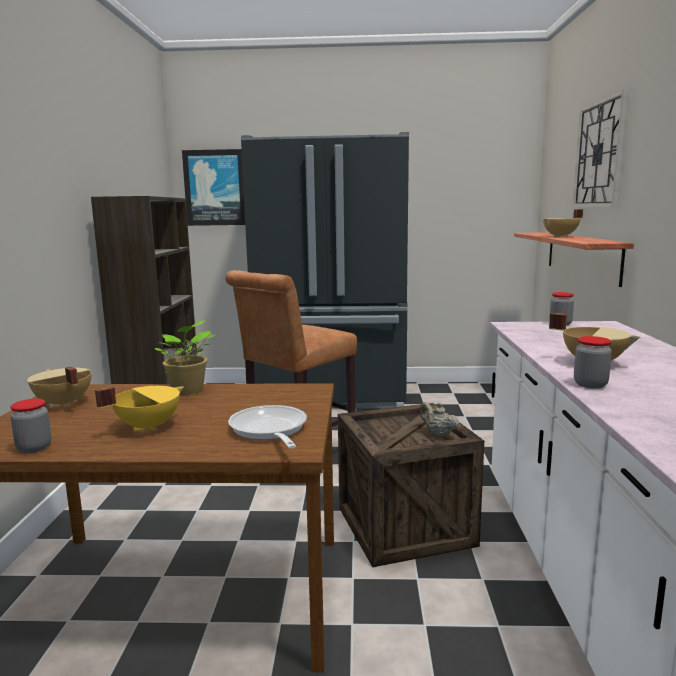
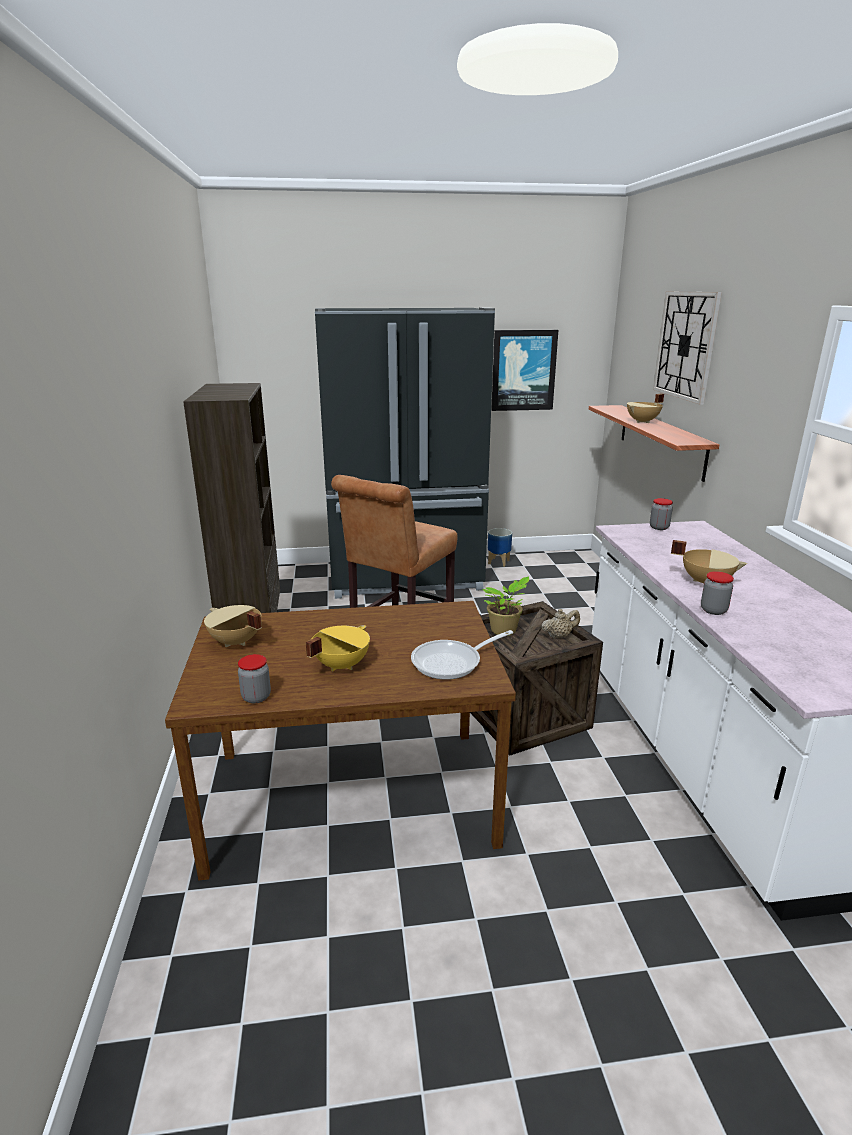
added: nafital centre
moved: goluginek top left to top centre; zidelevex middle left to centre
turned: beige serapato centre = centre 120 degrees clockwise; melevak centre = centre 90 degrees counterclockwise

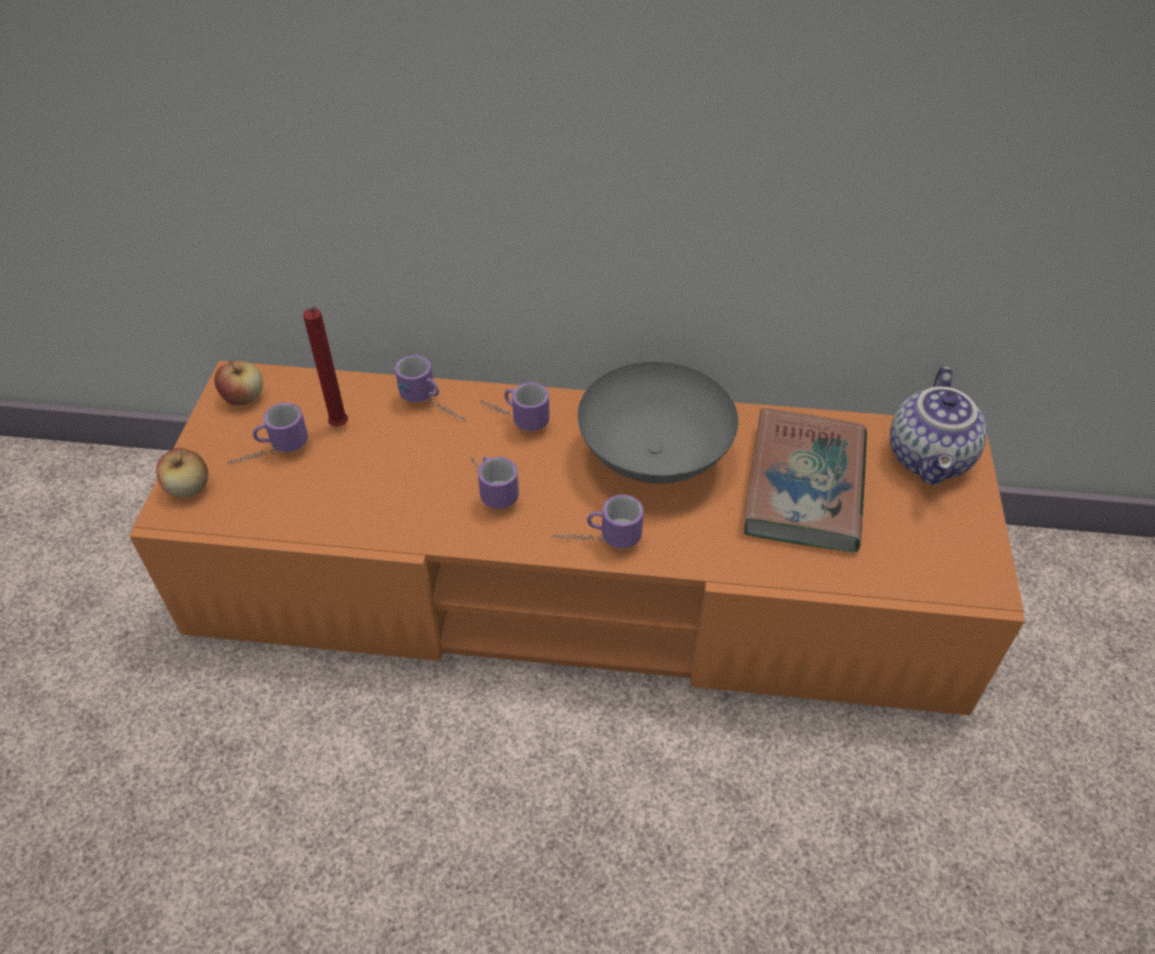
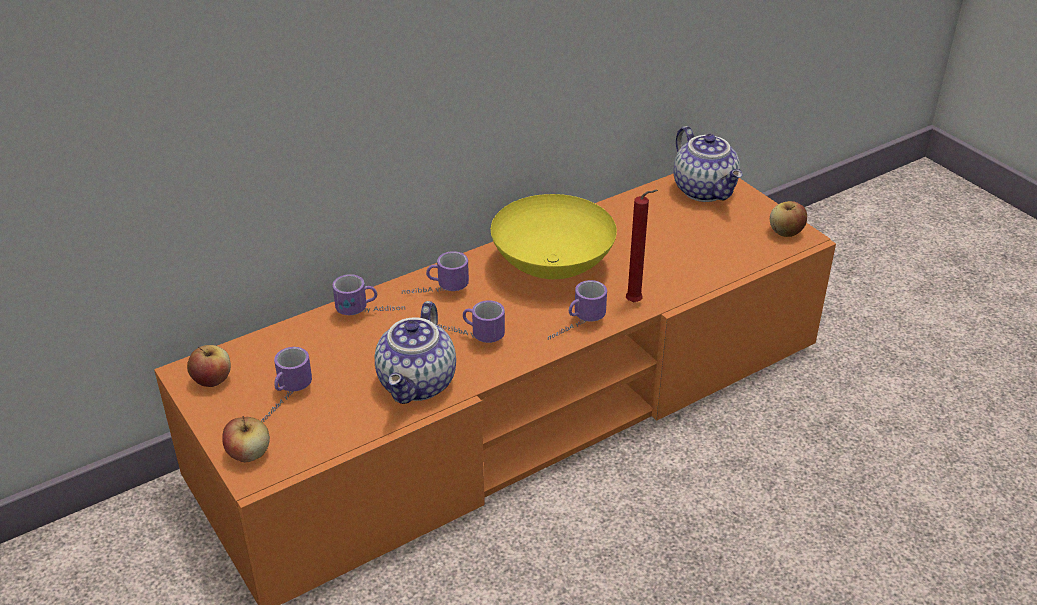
removed: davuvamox middle right
added: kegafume (3rd from left) middle right; serapato (1st from left) centre
moved: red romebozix middle left to centre
recoloured: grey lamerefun centre to yellow lamerefun centre

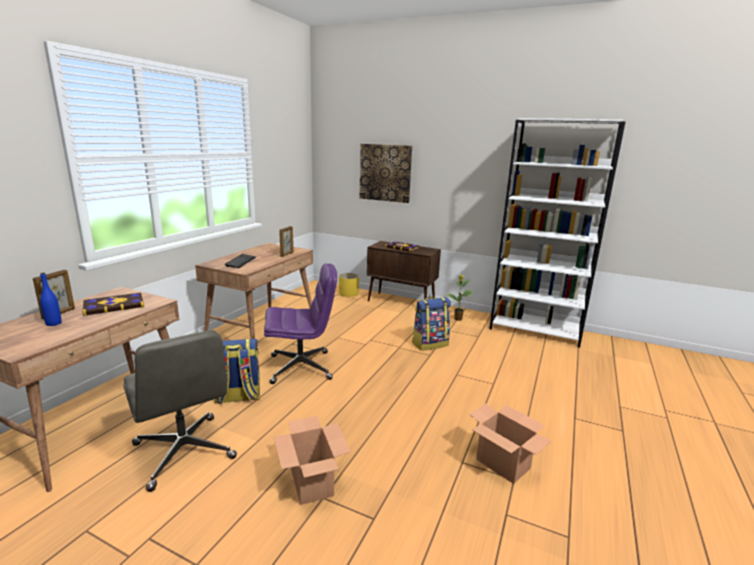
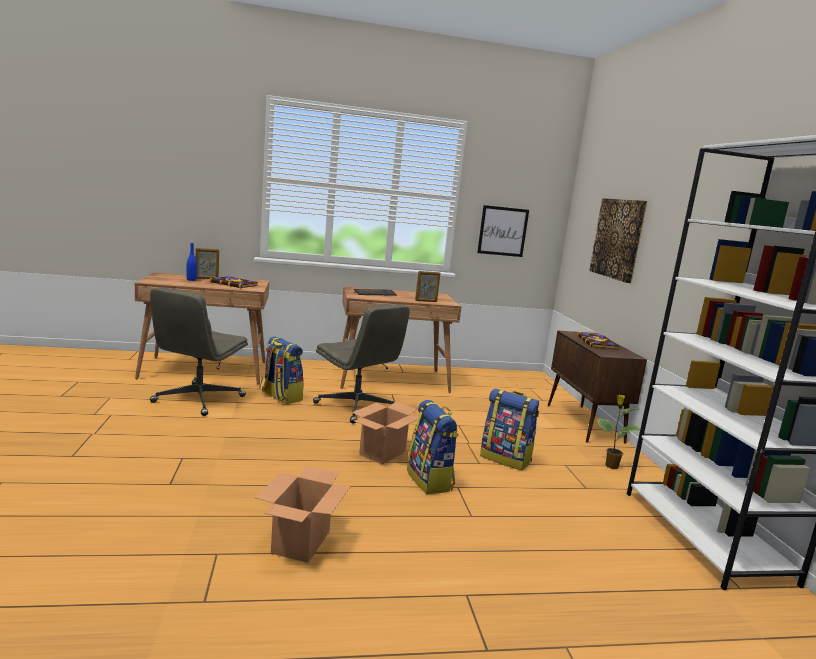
removed: yellow nafital centre
added: goluginek (1st from left) centre; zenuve (2nd from left) bottom centre
moved: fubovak (1st from left in the first image) bottom centre to fubovak (2nd from left) centre
recoloured: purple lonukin centre to grey lonukin (2nd from left) centre

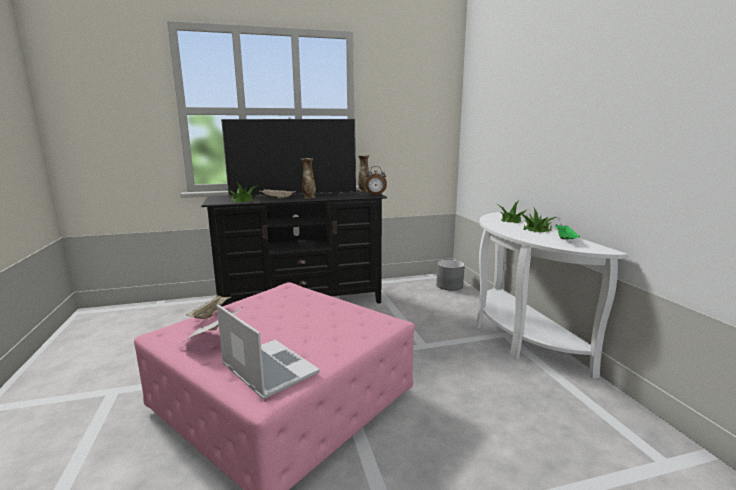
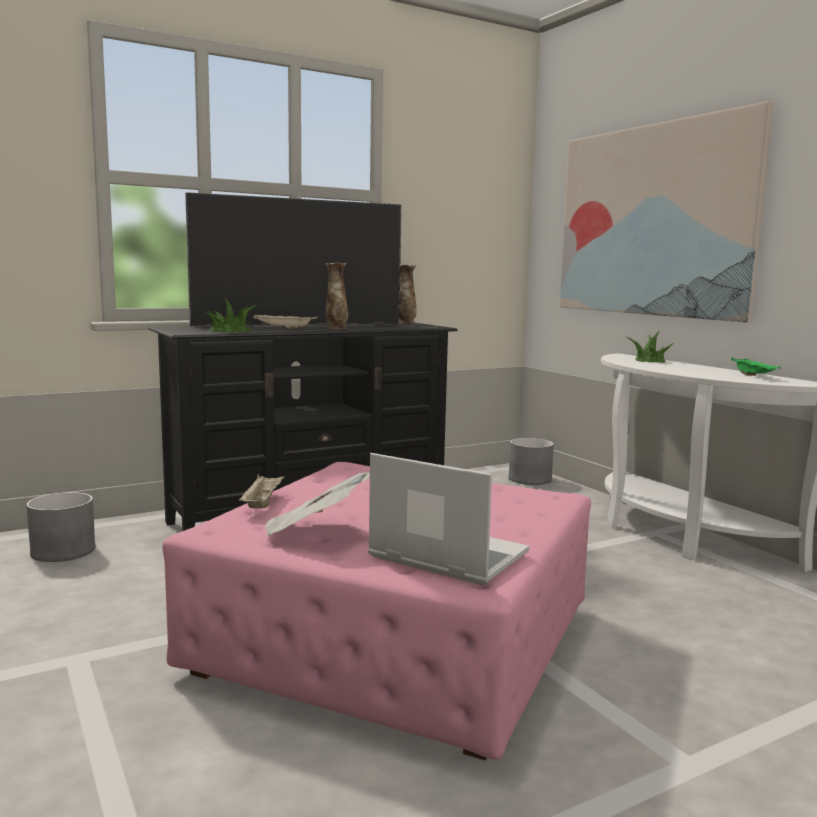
removed: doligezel centre; zidelevex (3rd from left) middle right
added: goluginek top right; grey nafital (1st from left) middle left

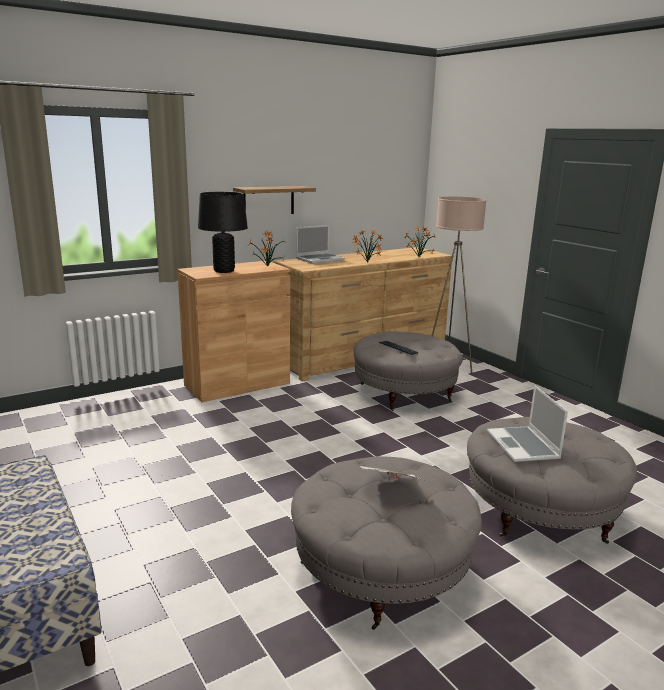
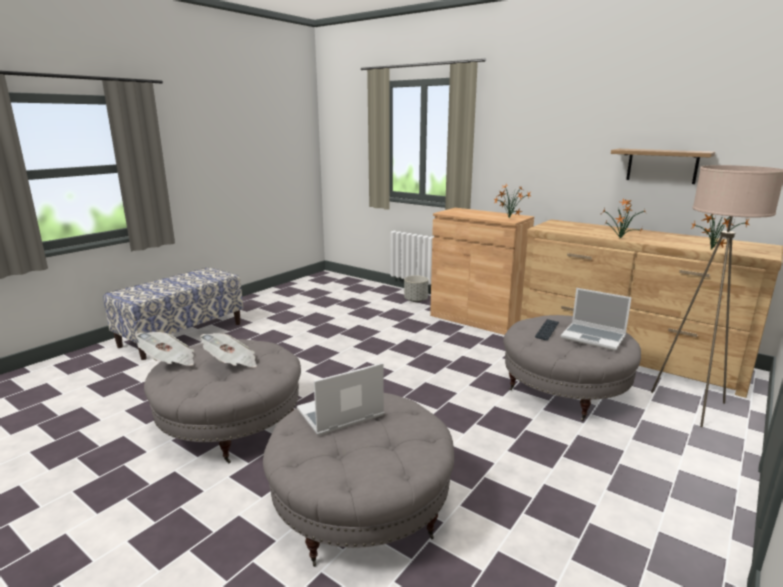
removed: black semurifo centre
added: grey nafital centre; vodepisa (1st from left) middle left
moved: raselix top centre to top right; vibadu (1st from left in the first image) centre to vibadu (2nd from left) middle right

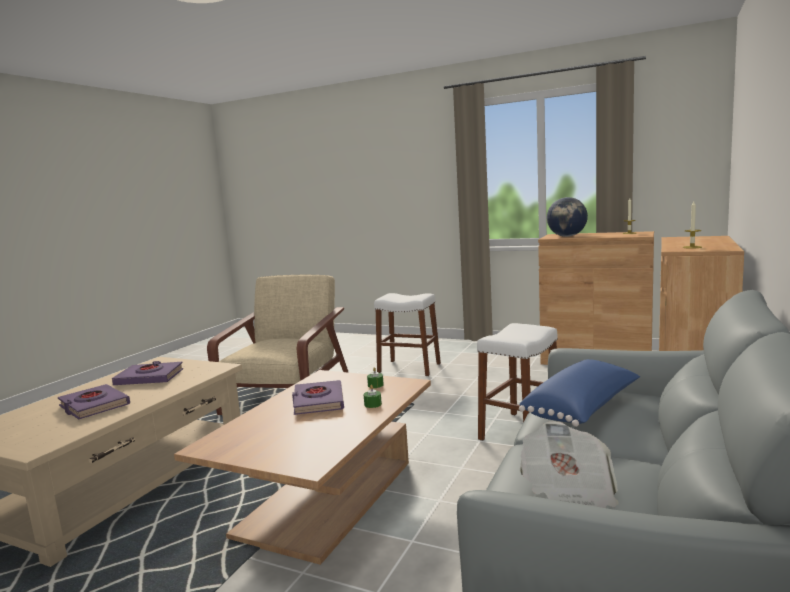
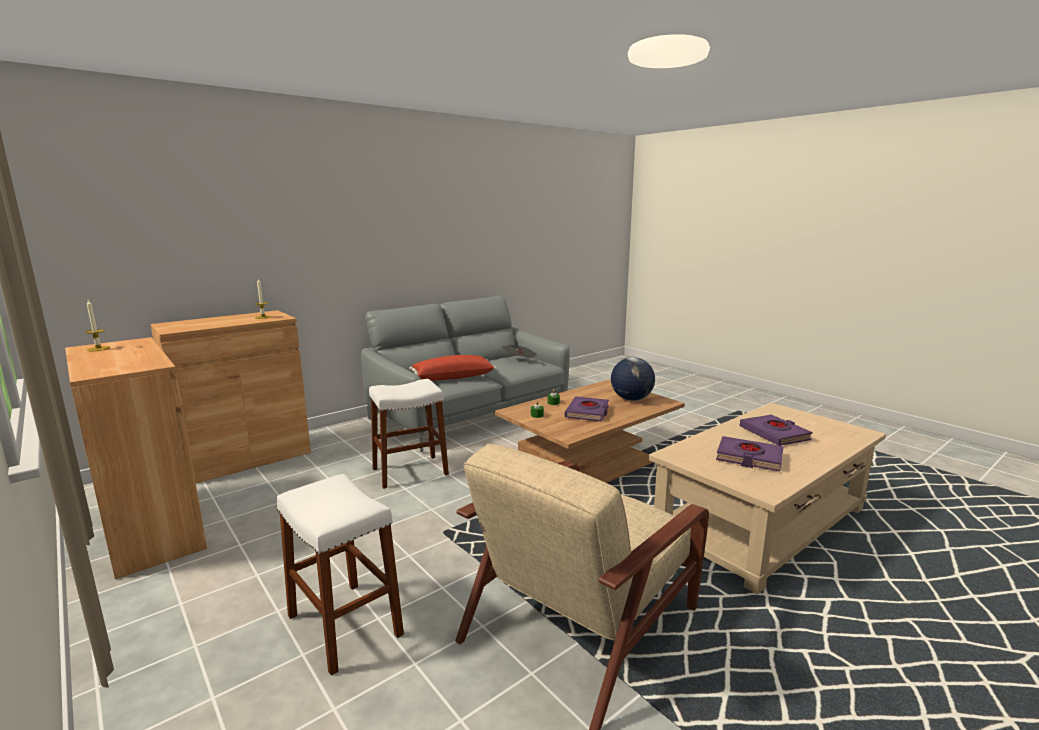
moved: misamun middle right to centre
recoloured: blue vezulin middle right to red vezulin centre

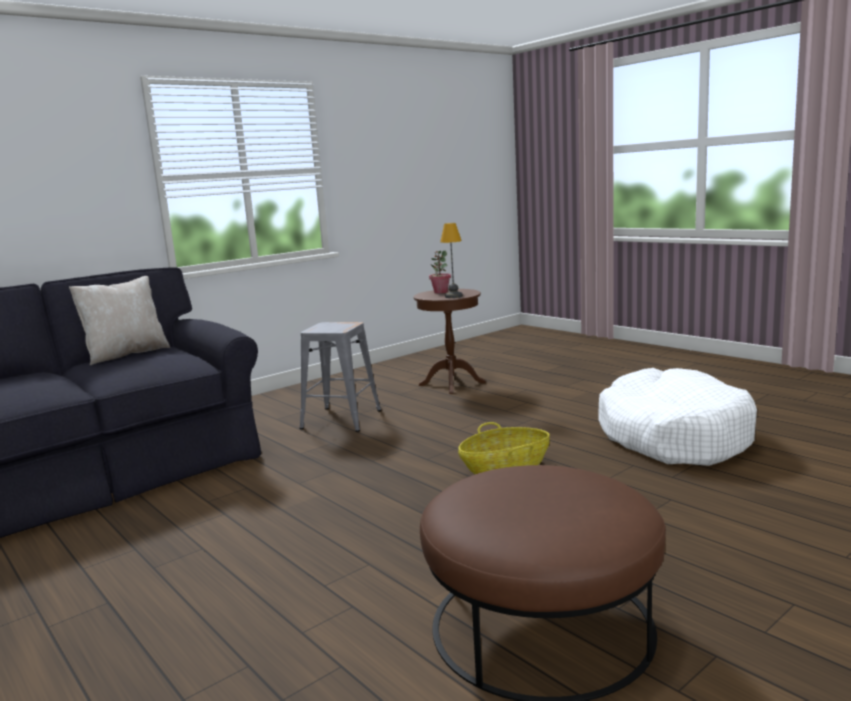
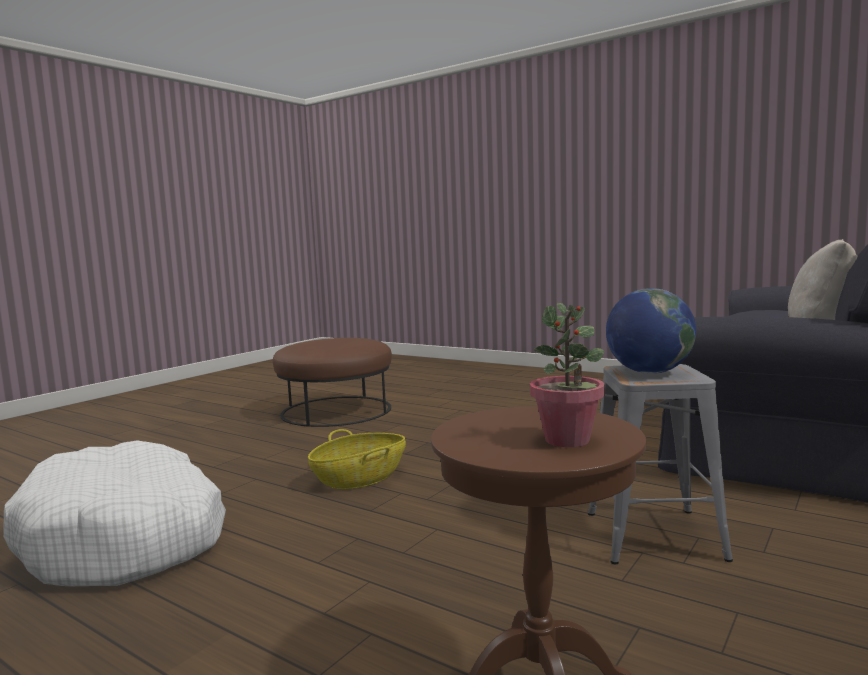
removed: semurifo centre
added: misamun middle right

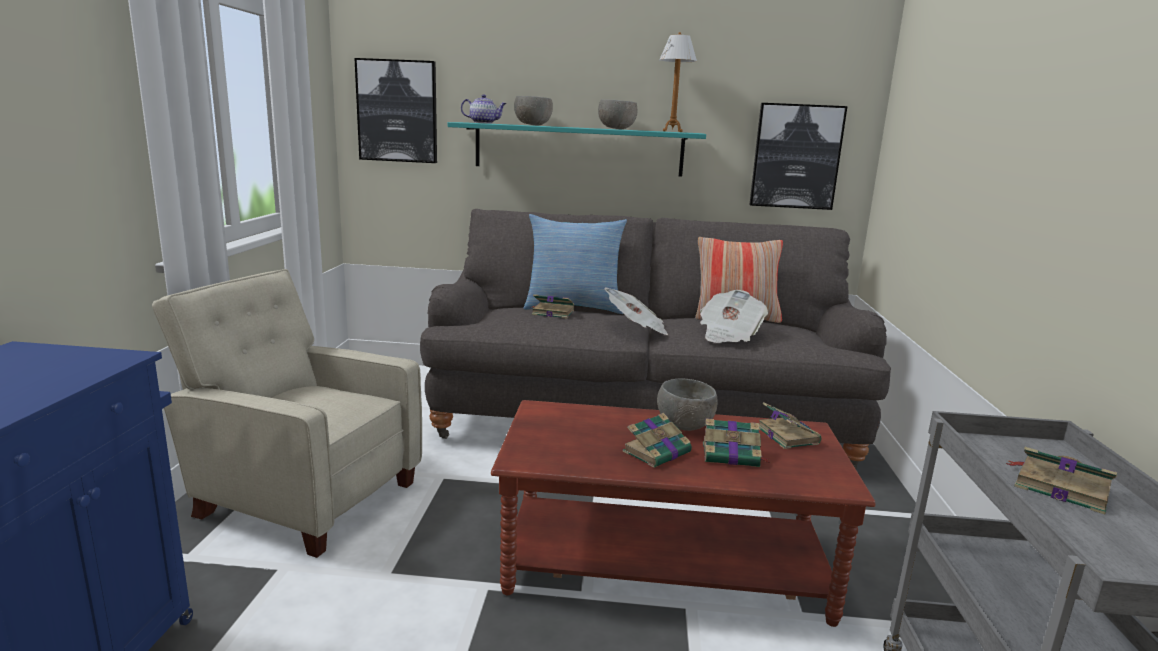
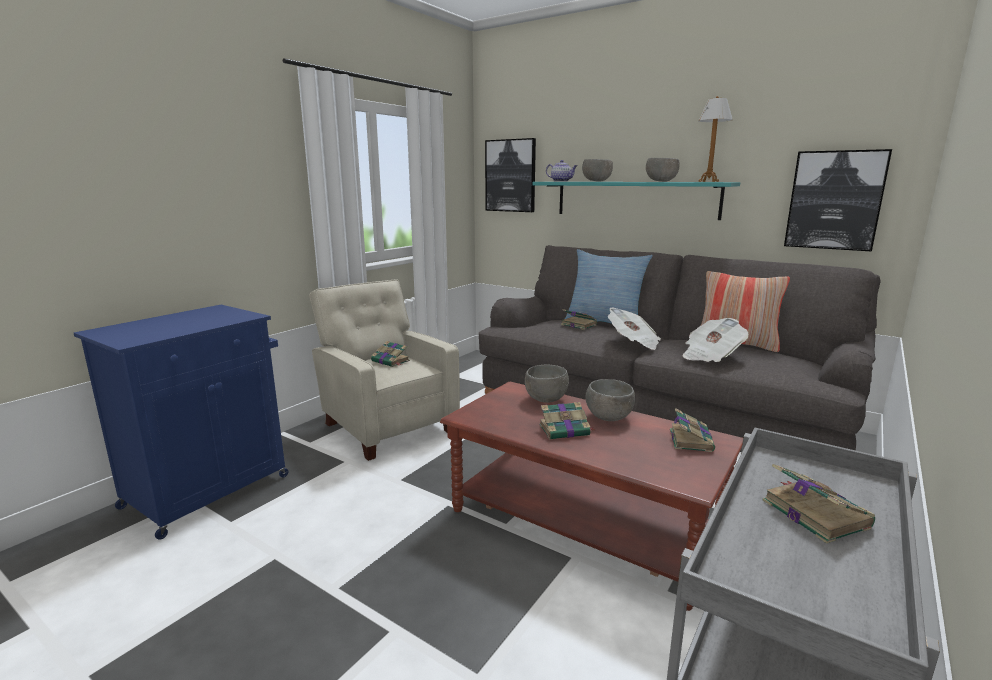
added: grey lamerefun (1st from left) centre
moved: davuvamox (3rd from left in the first image) bottom centre to davuvamox (1st from left) centre

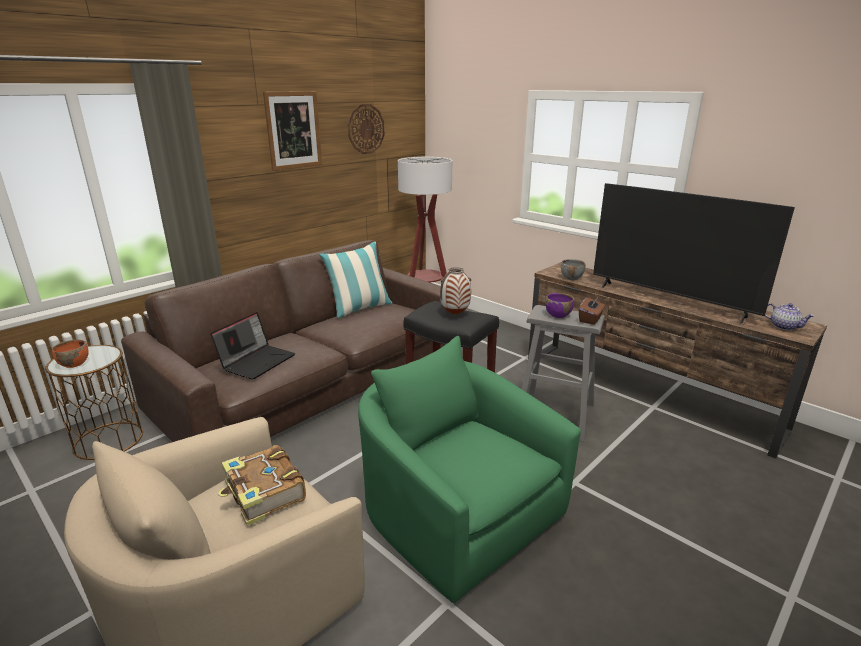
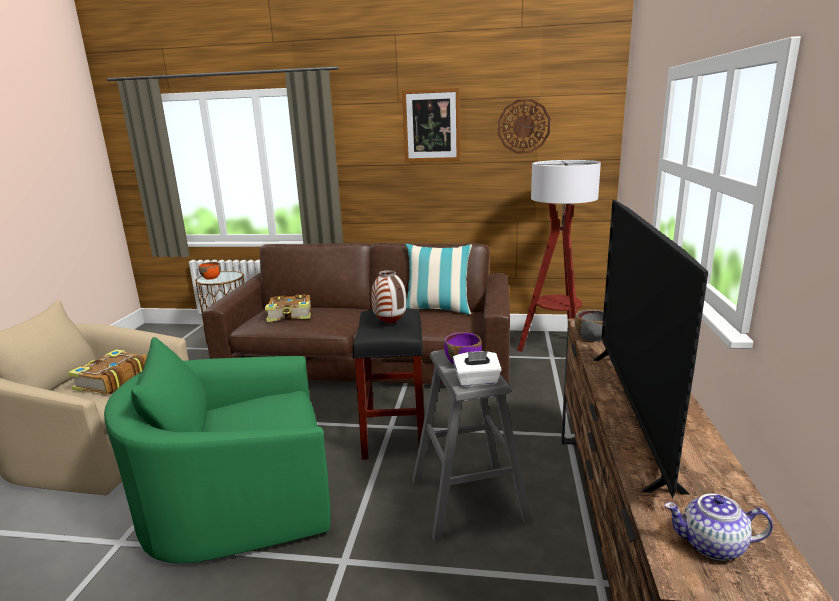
replaced: vibadu middle left to davuvamox (2nd from left) centre
recoloured: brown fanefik middle right to white fanefik centre
turned: serapato middle right = bottom right 90 degrees clockwise; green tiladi bottom centre = bottom left 120 degrees counterclockwise

